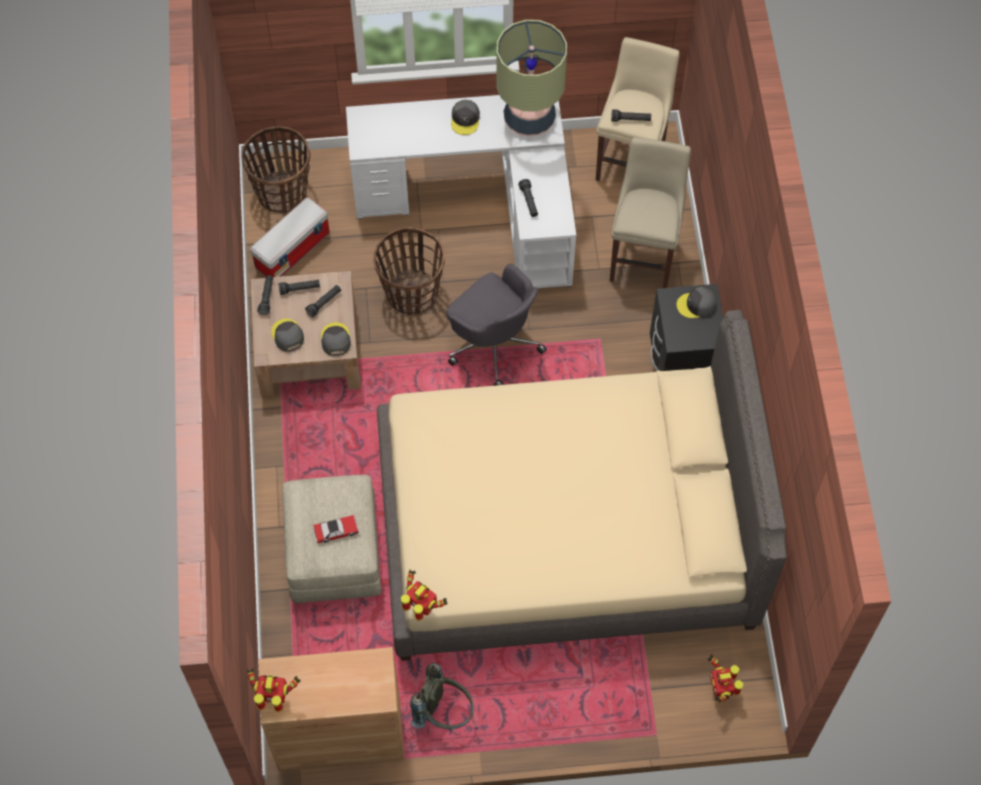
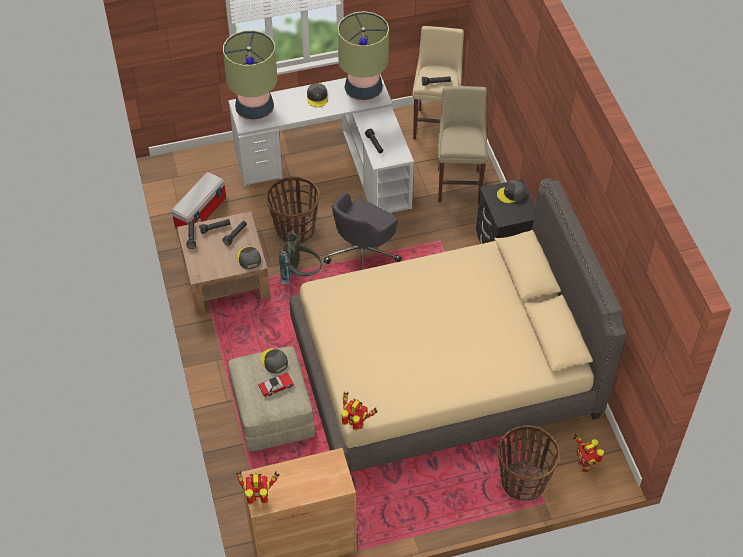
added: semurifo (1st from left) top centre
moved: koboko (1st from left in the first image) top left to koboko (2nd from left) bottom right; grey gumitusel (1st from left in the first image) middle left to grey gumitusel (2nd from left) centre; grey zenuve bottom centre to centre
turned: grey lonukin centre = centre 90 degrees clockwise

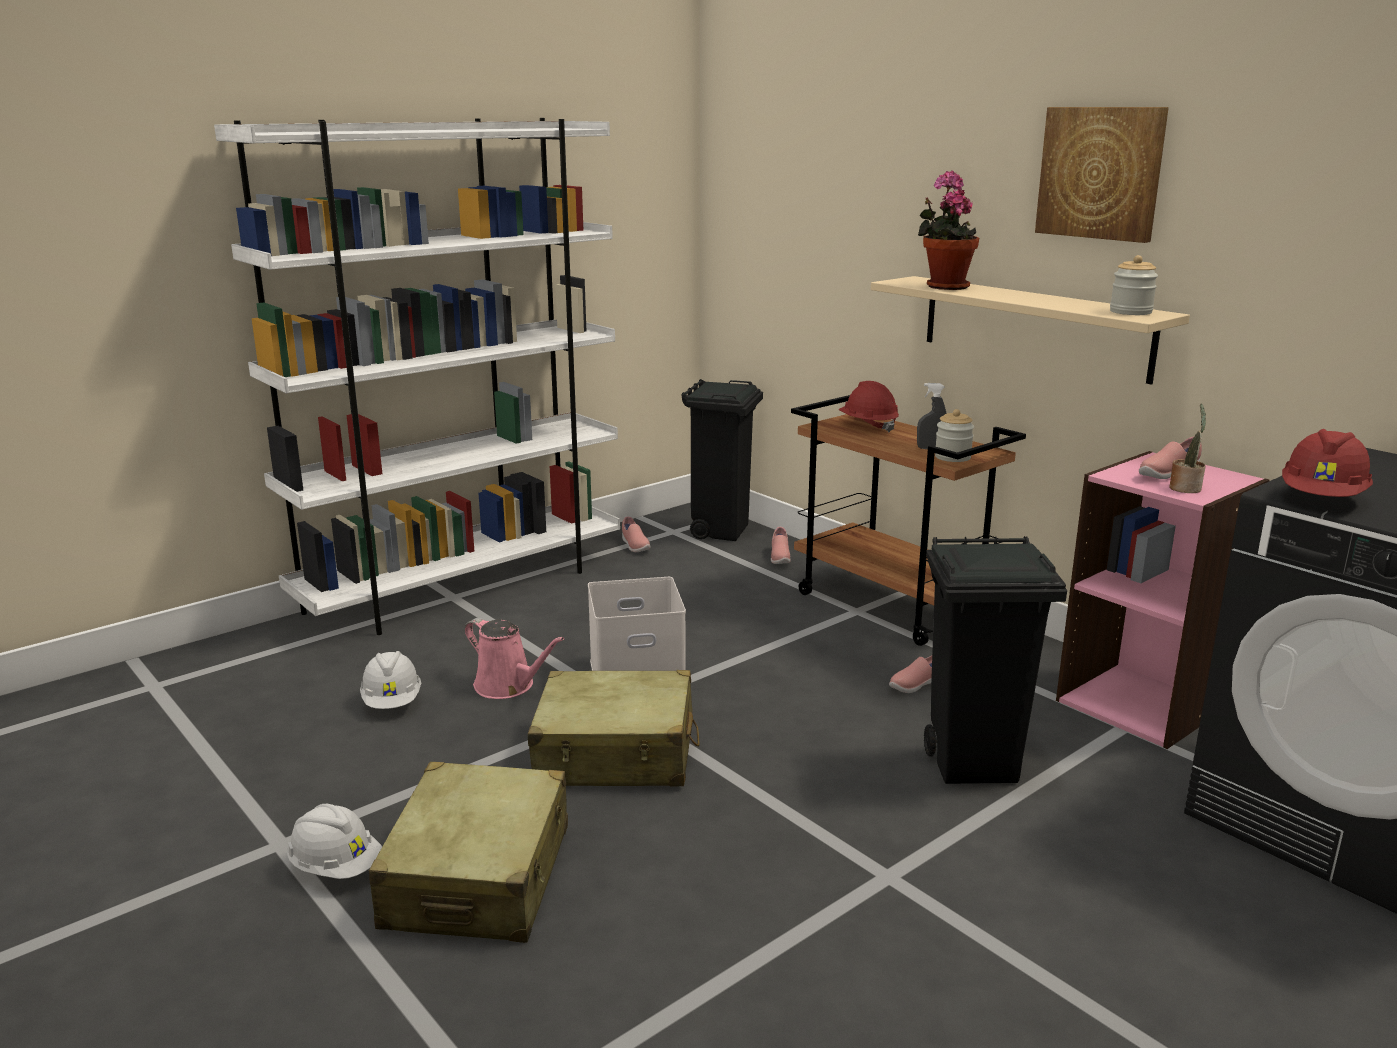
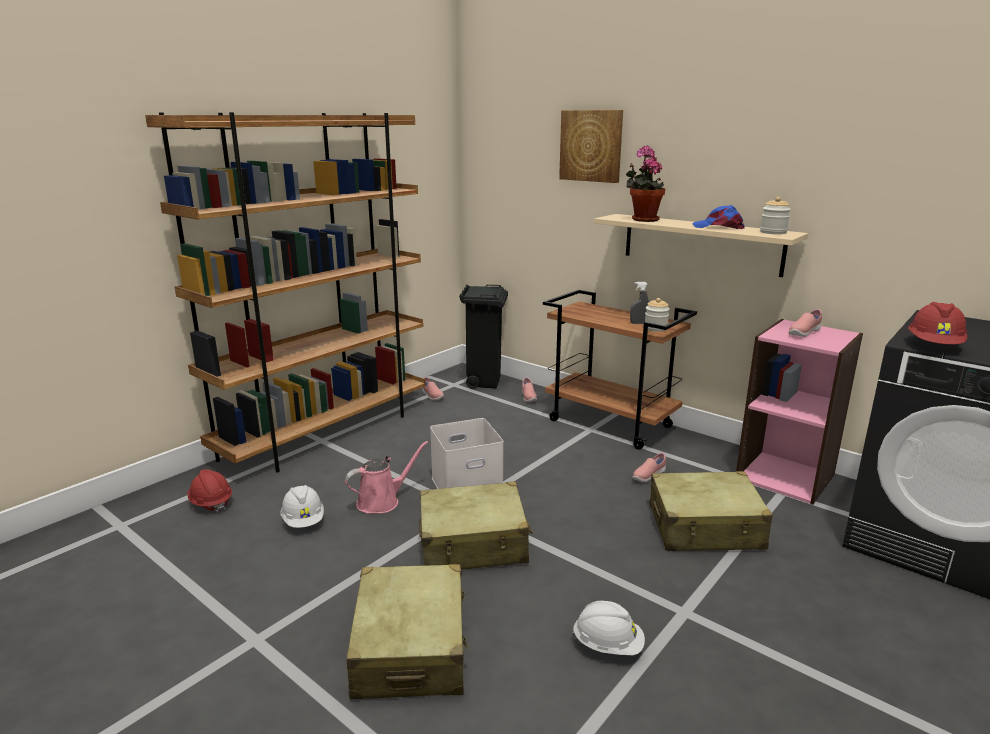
removed: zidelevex (2nd from left) middle right
added: blue gumitusel top right
moved: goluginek top right to top centre; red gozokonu (1st from left) centre to bottom left; white gozokonu (1st from left in the first image) bottom left to white gozokonu (2nd from left) bottom centre
replaced: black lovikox (2nd from left) middle right to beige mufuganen (3rd from left) bottom right
recoloured: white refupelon middle left to brown refupelon middle left
turned: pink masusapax centre = centre 60 degrees counterclockwise

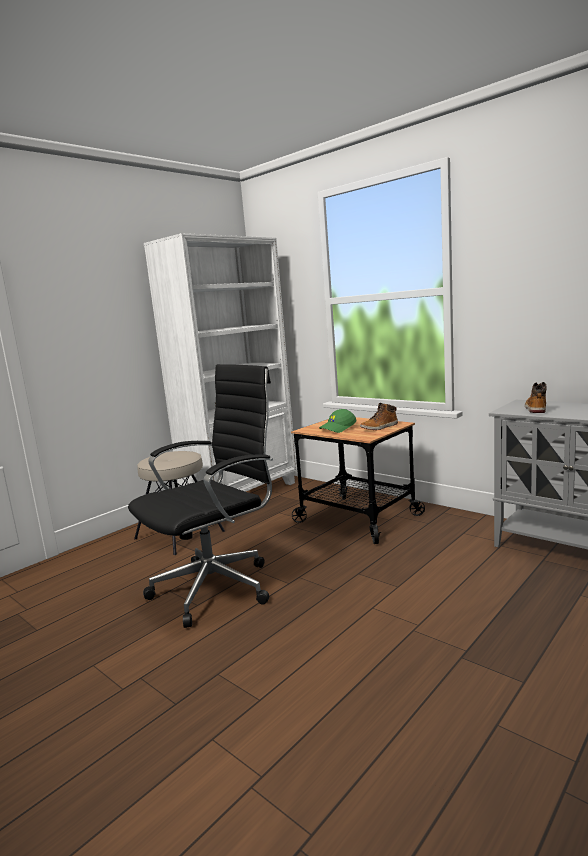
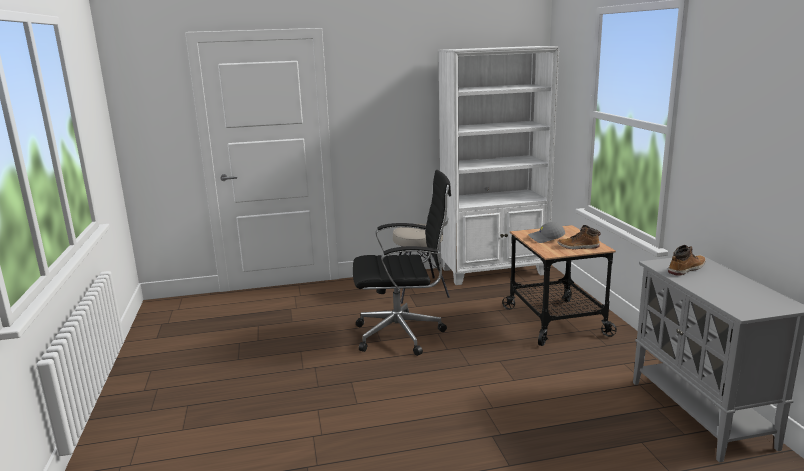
recoloured: green gumitusel centre to grey gumitusel middle right

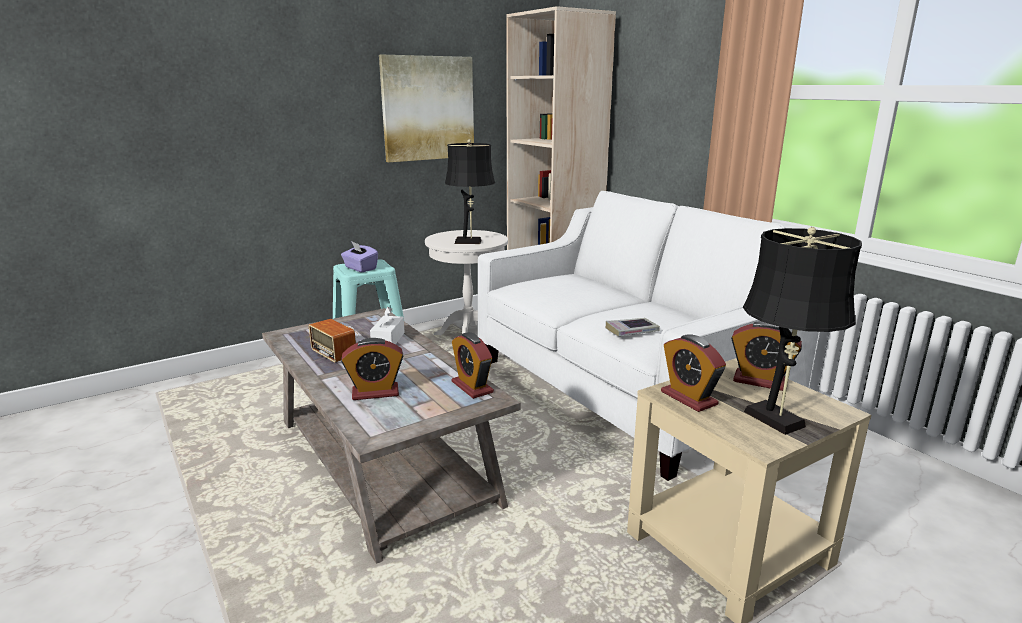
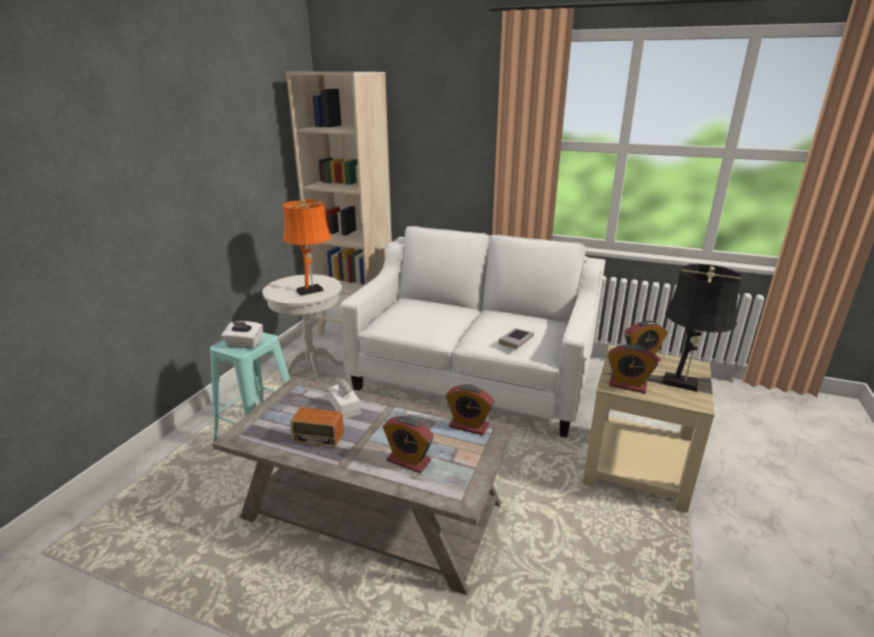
removed: goluginek top centre
recoloured: black semurifo (1st from left) top centre to orange semurifo centre; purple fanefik centre to white fanefik (1st from left) middle left
turned: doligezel (1st from left) centre = bottom centre 75 degrees clockwise

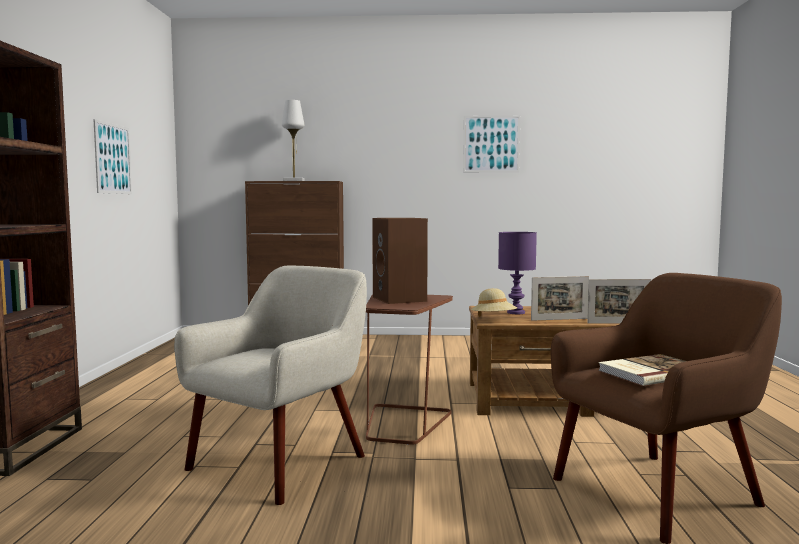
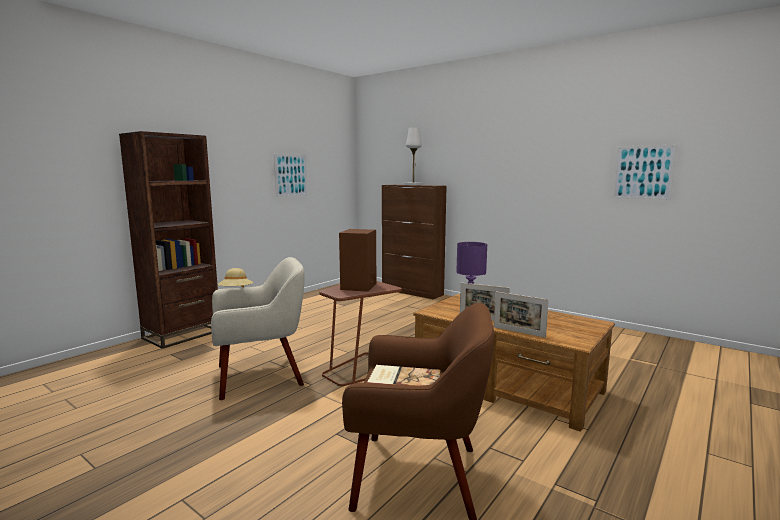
moved: goluginek (2nd from left) top centre to top right; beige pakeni centre to middle left

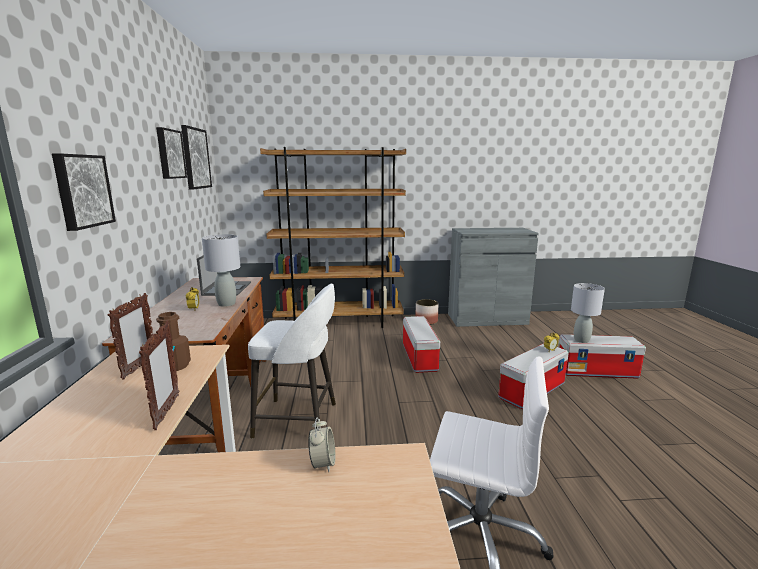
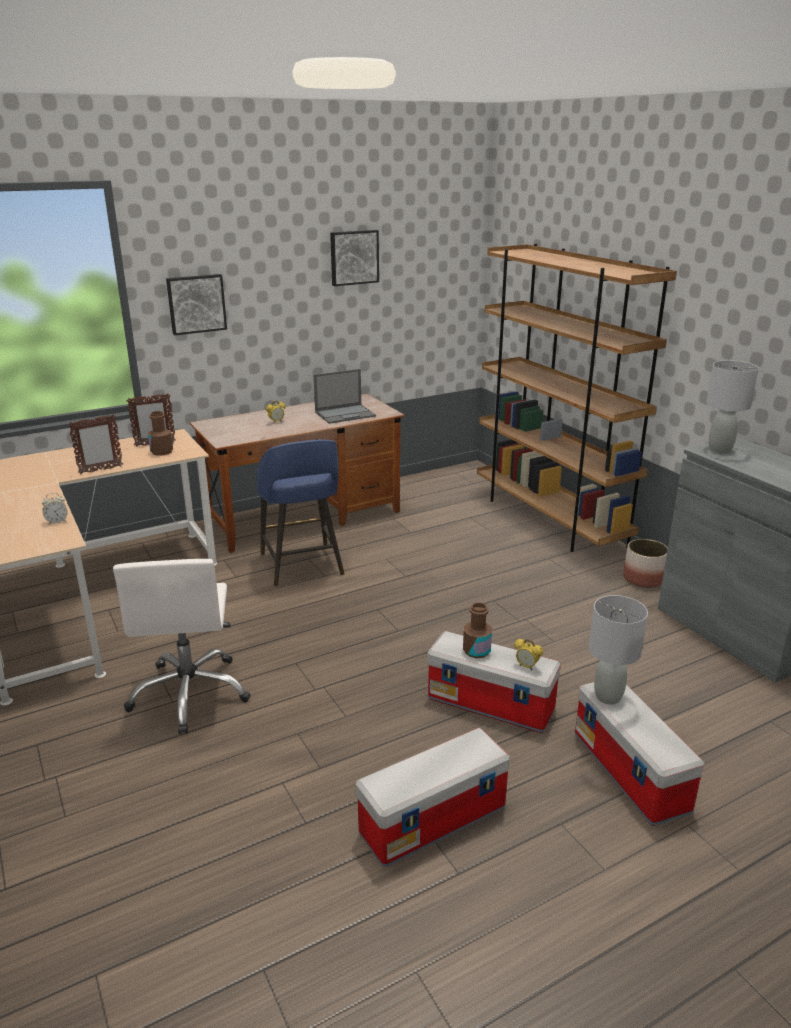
removed: goluginek (3rd from left) top left
added: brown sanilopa (2nd from left) centre
moved: grey semurifo (1st from left in the first image) middle left to grey semurifo (2nd from left) middle right; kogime (1st from left) centre to bottom centre
recoloured: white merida centre to blue merida centre

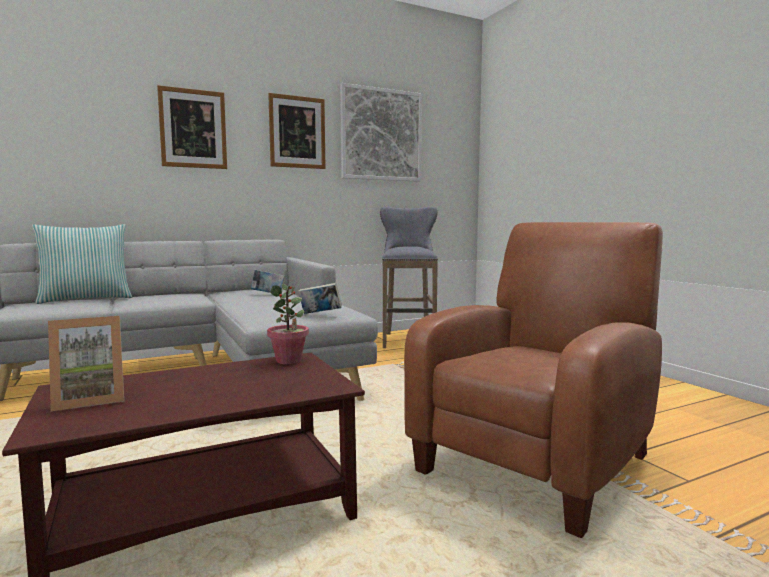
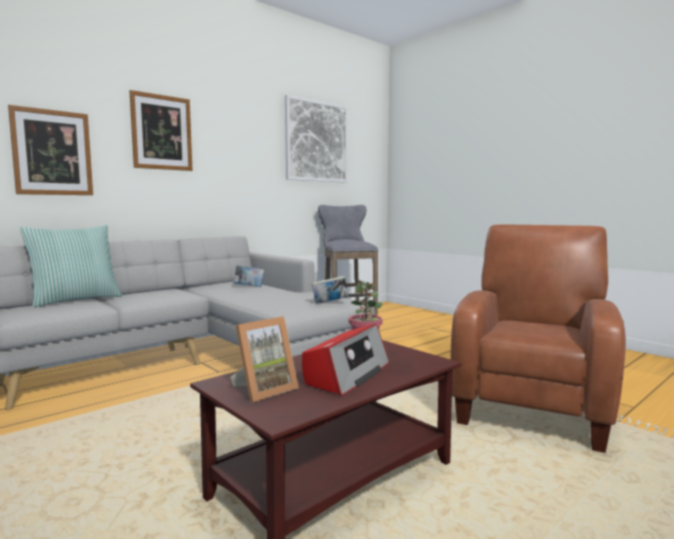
added: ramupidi bottom centre
moved: goluginek (2nd from left in the first image) top centre to goluginek (1st from left) top left

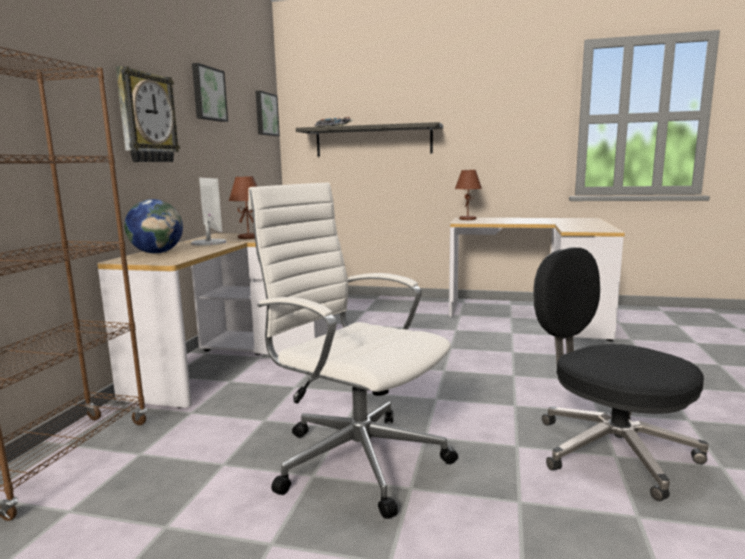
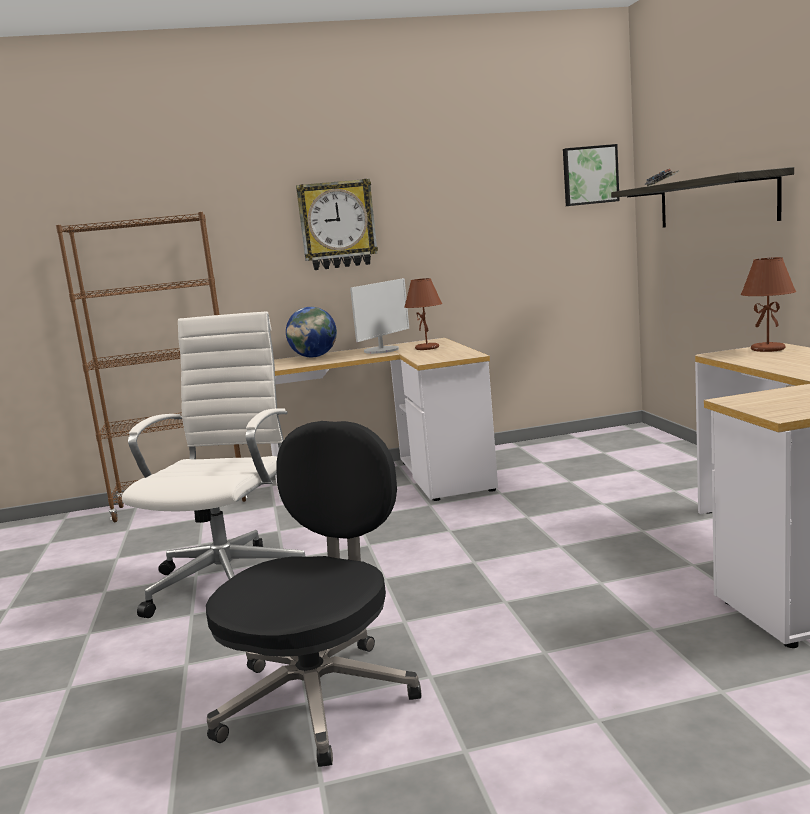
removed: goluginek (1st from left) top left

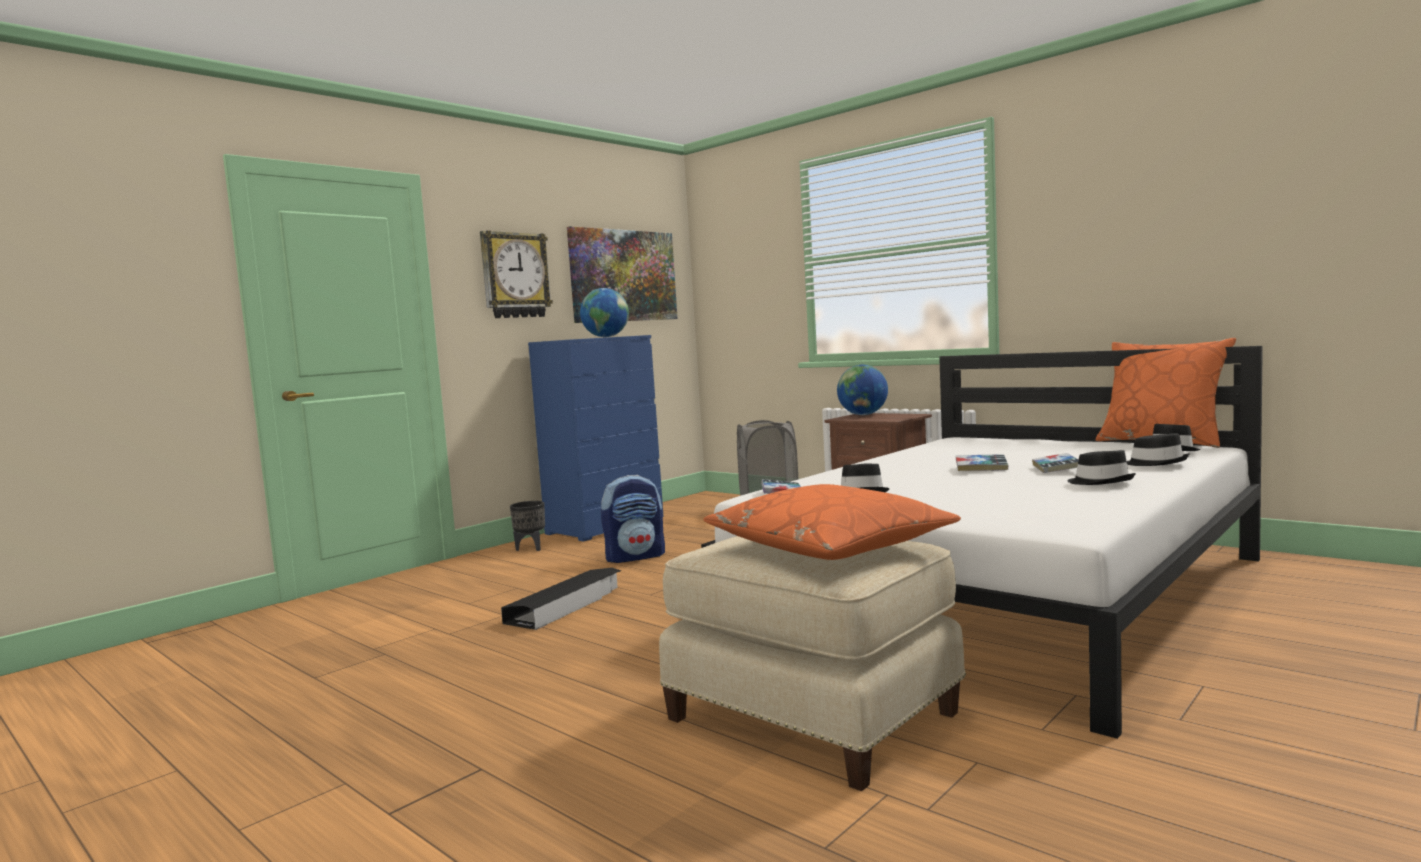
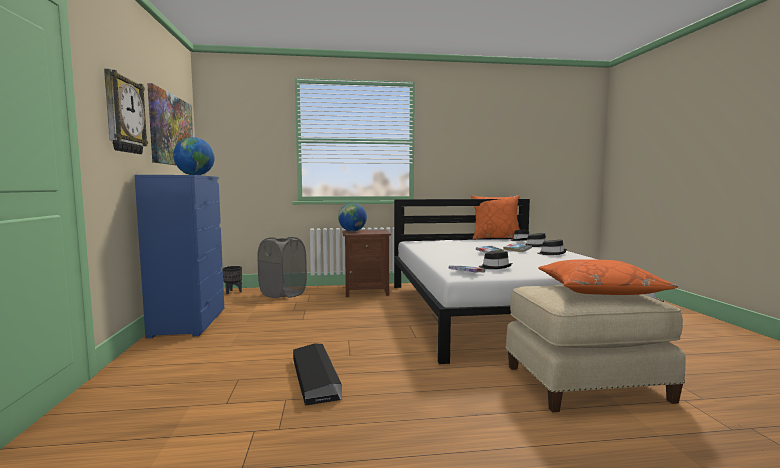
removed: zenuve centre
moved: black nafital centre to middle left

